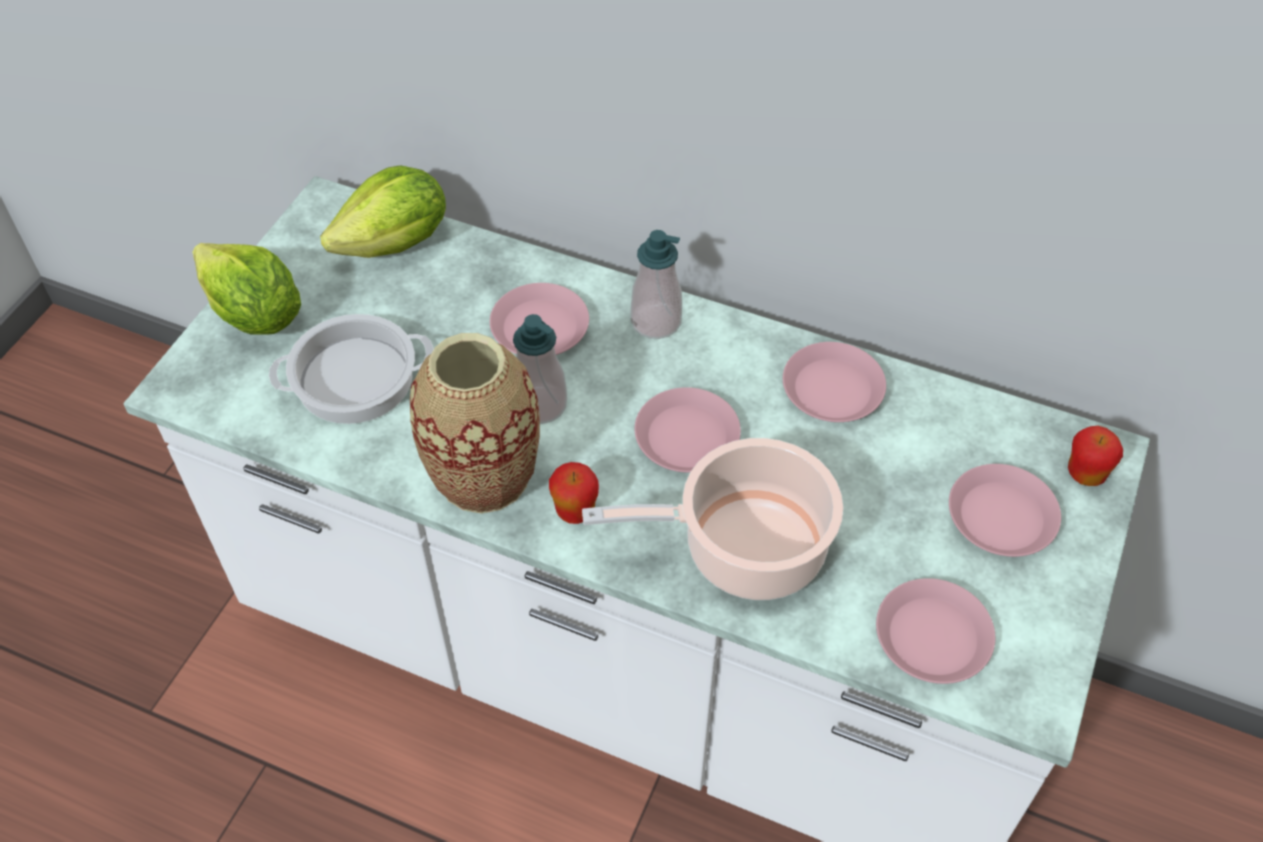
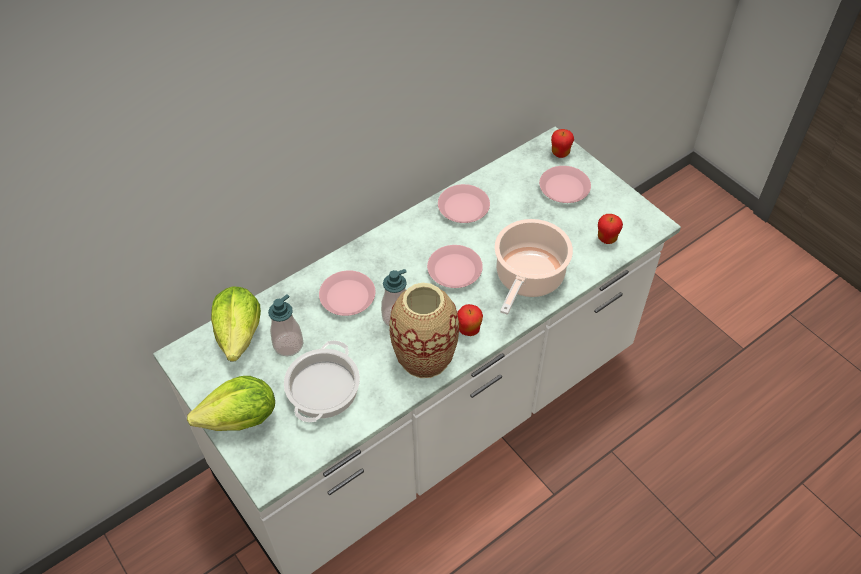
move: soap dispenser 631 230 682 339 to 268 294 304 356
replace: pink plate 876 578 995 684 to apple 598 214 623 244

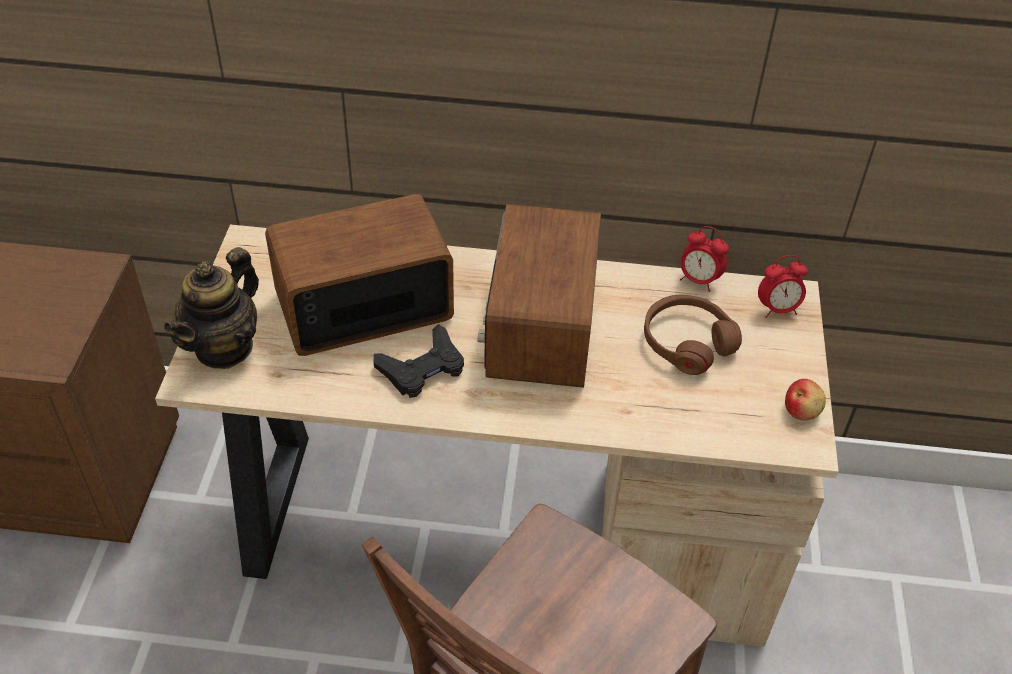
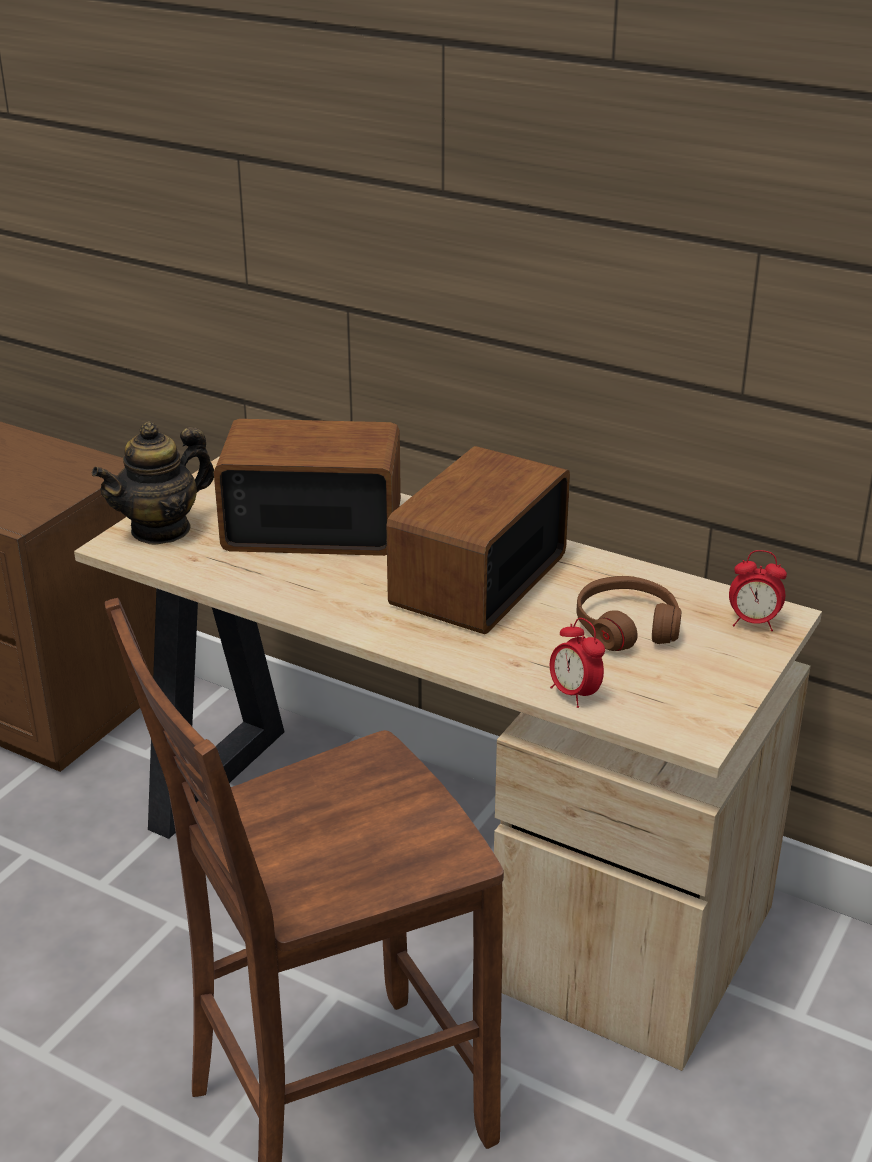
delete: black game controller 374 324 464 398; apple 785 379 826 420
move: alarm clock 680 226 729 292 to 550 618 605 708

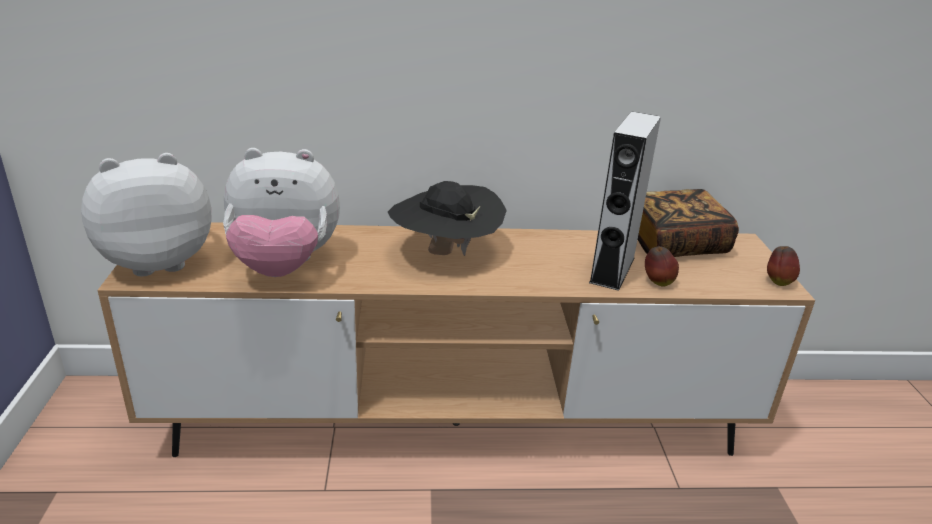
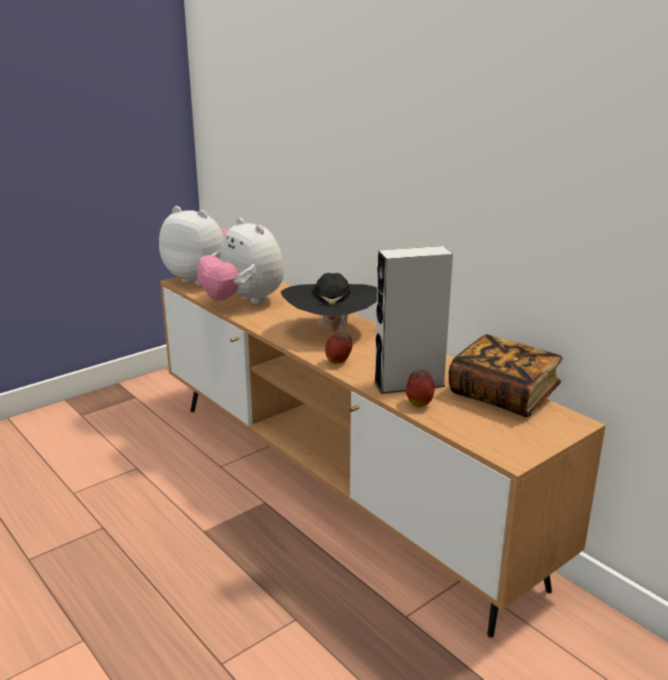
move: apple 767 246 800 286 to 325 332 352 364

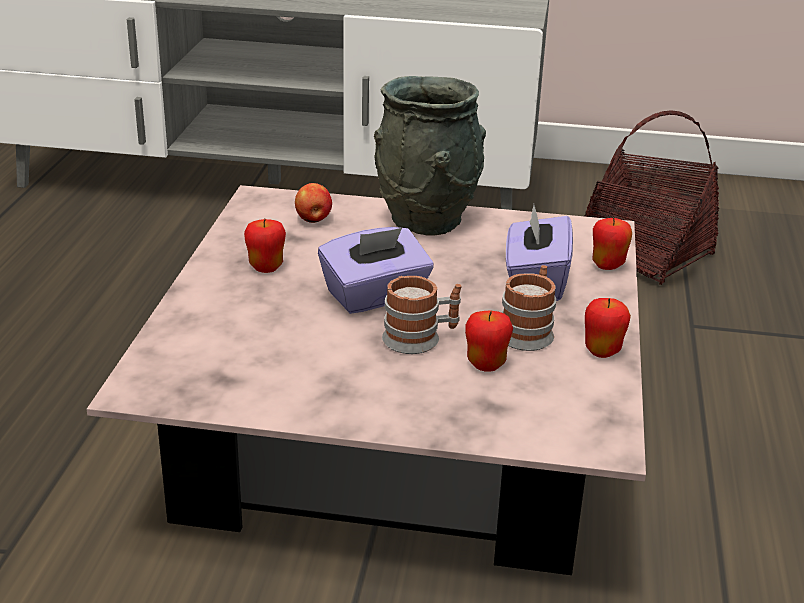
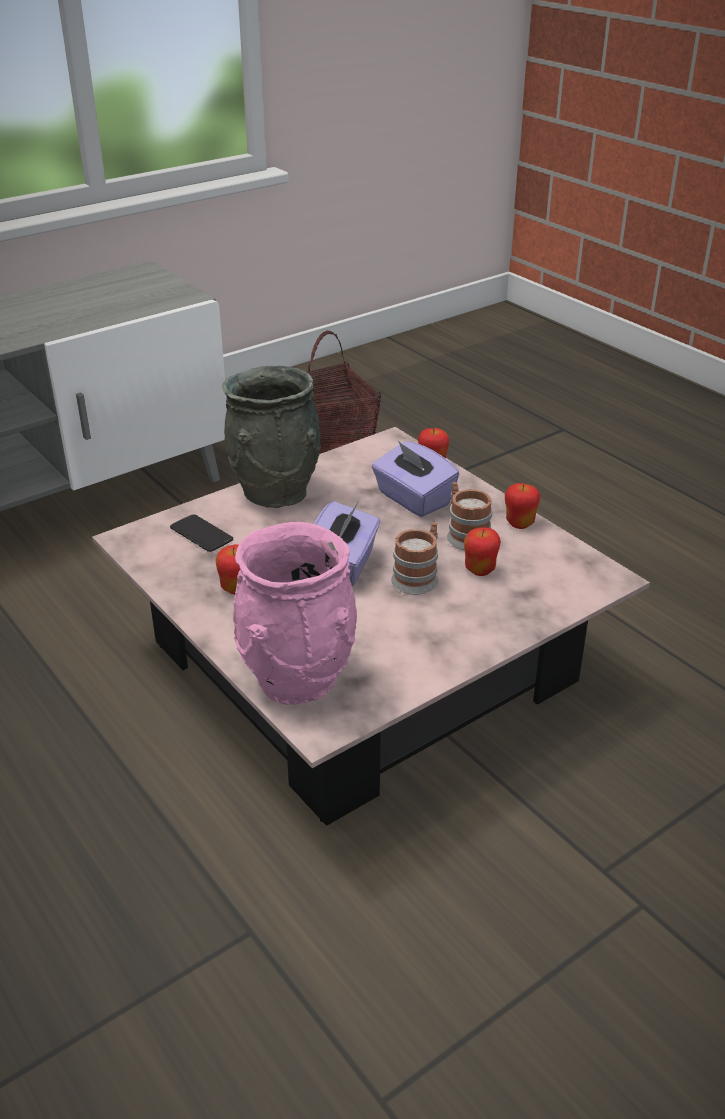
insert: pink vase 233 522 357 705
replace: apple 295 183 332 223 to phone 170 514 233 552

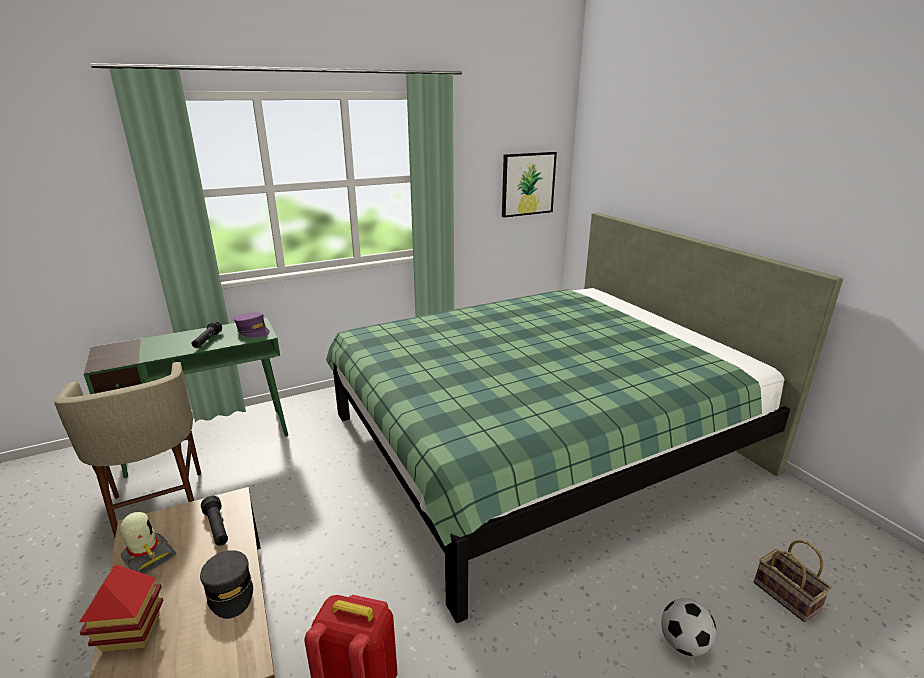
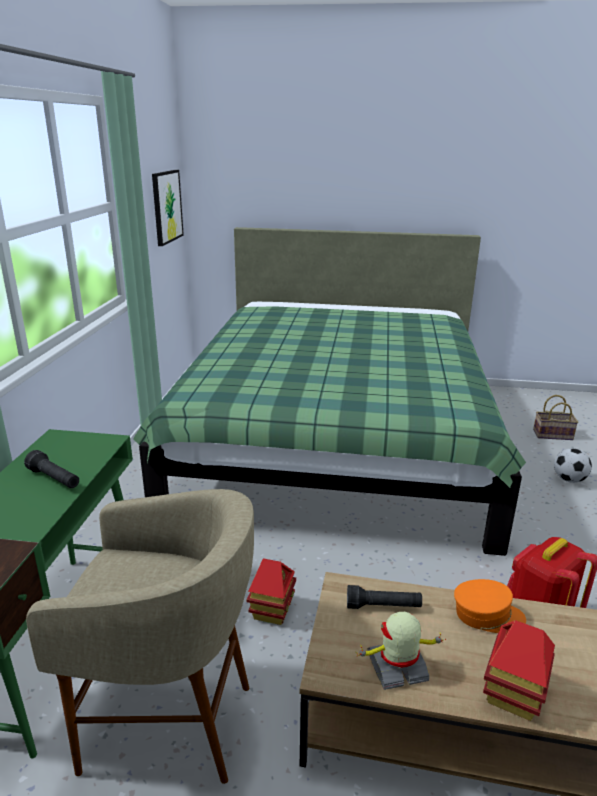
delete: purple cap 234 312 270 337
insert: toy house 247 558 296 625
recolor: grey cap 200 550 253 619 to orange cap 454 579 526 633

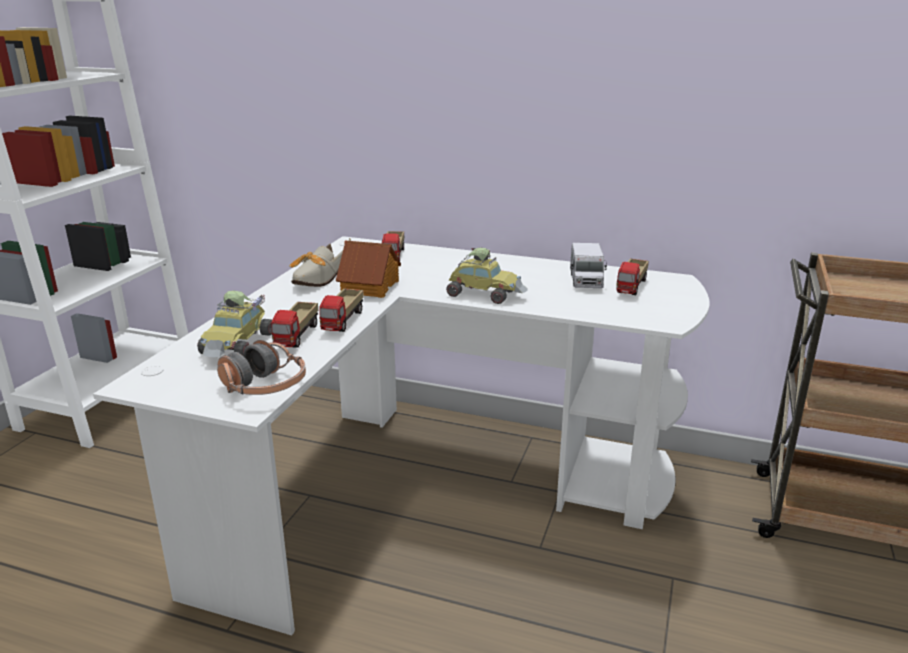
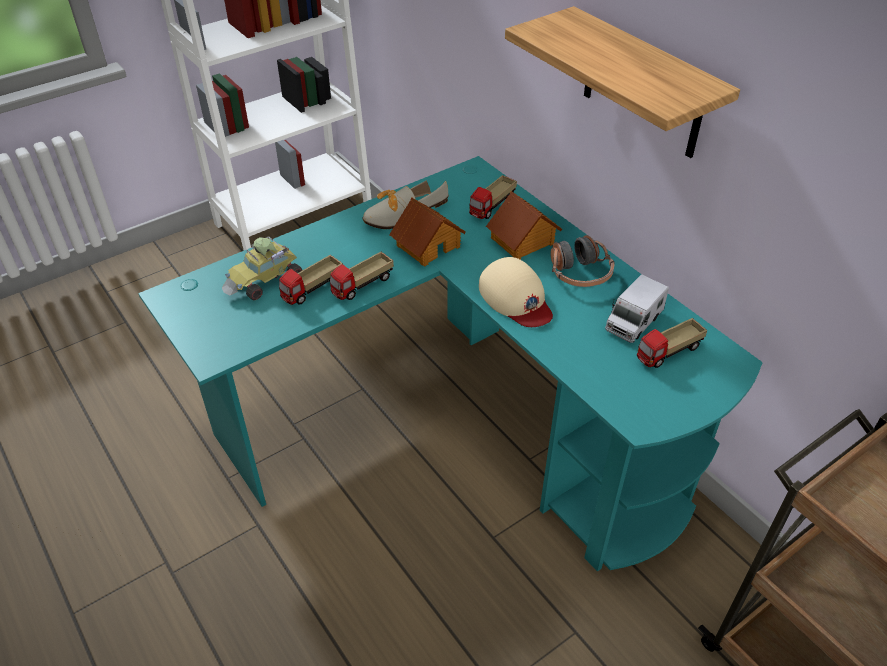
insert: shelf 505 6 740 158; toy house 486 191 562 259
move: headphones 217 340 306 395 to 550 235 615 287
replace: toy car 446 247 528 304 to beige cap 479 257 553 327
recolor: white desk 93 236 710 635 to turquoise desk 138 156 763 572

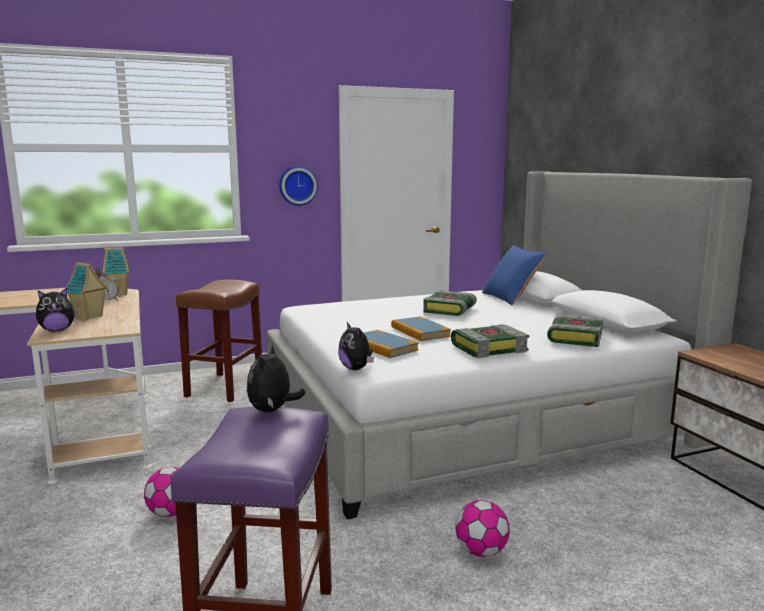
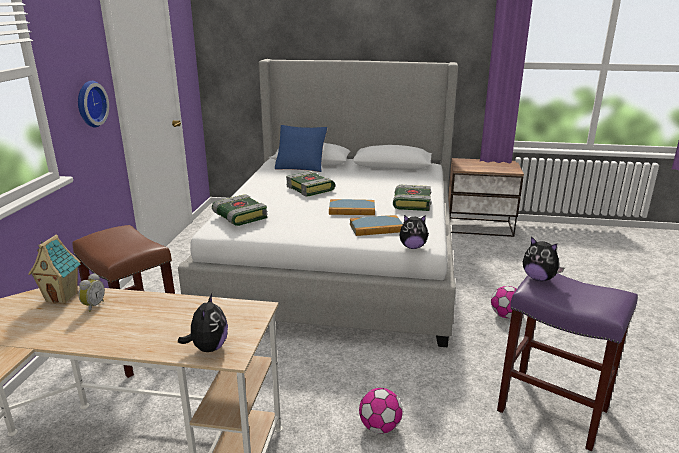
delete: toy house 66 262 108 320
move: book 547 314 603 347 to 212 194 267 226

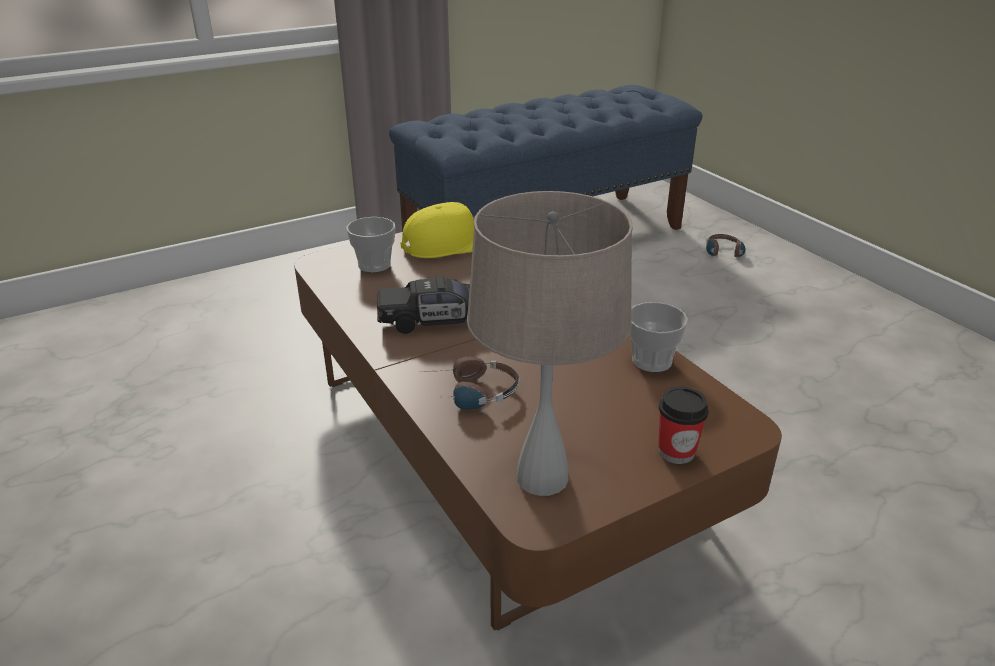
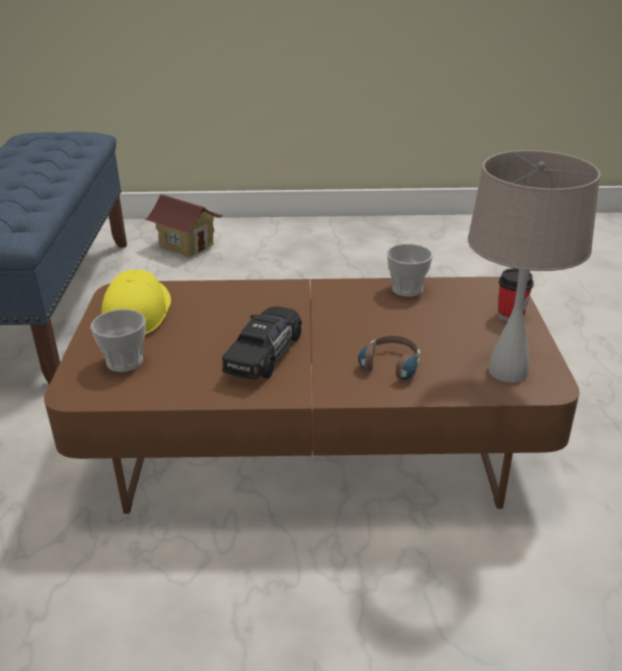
replace: headphones 706 234 746 257 to toy house 145 195 223 257

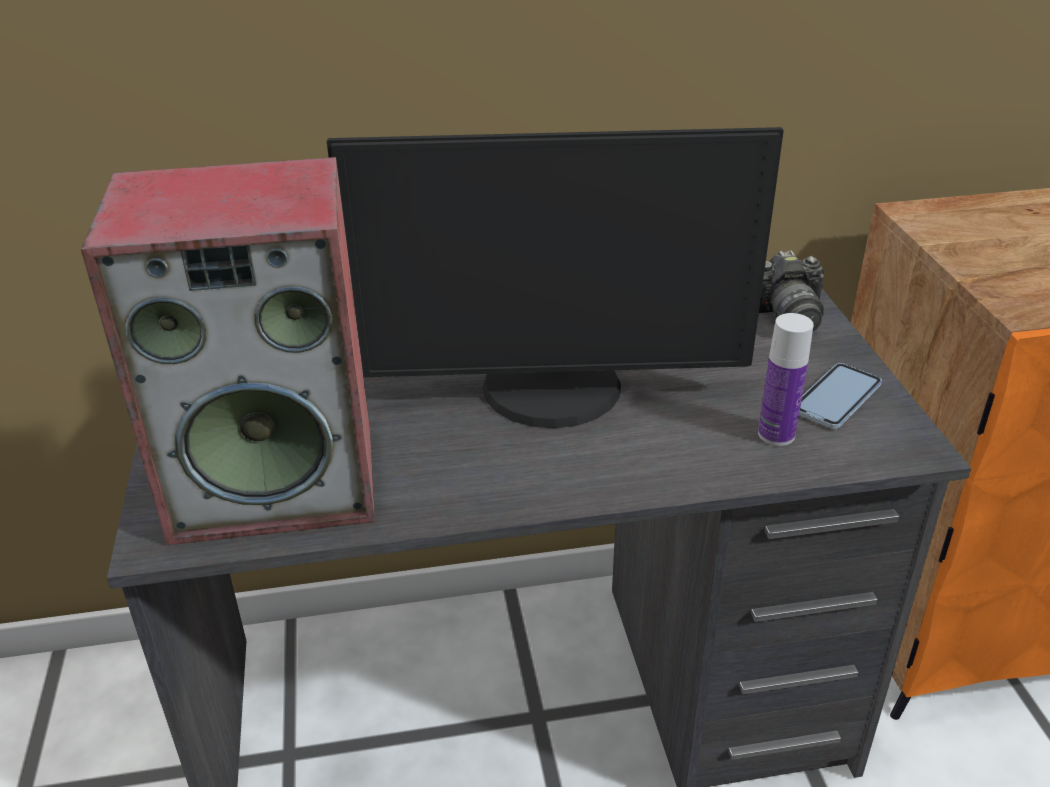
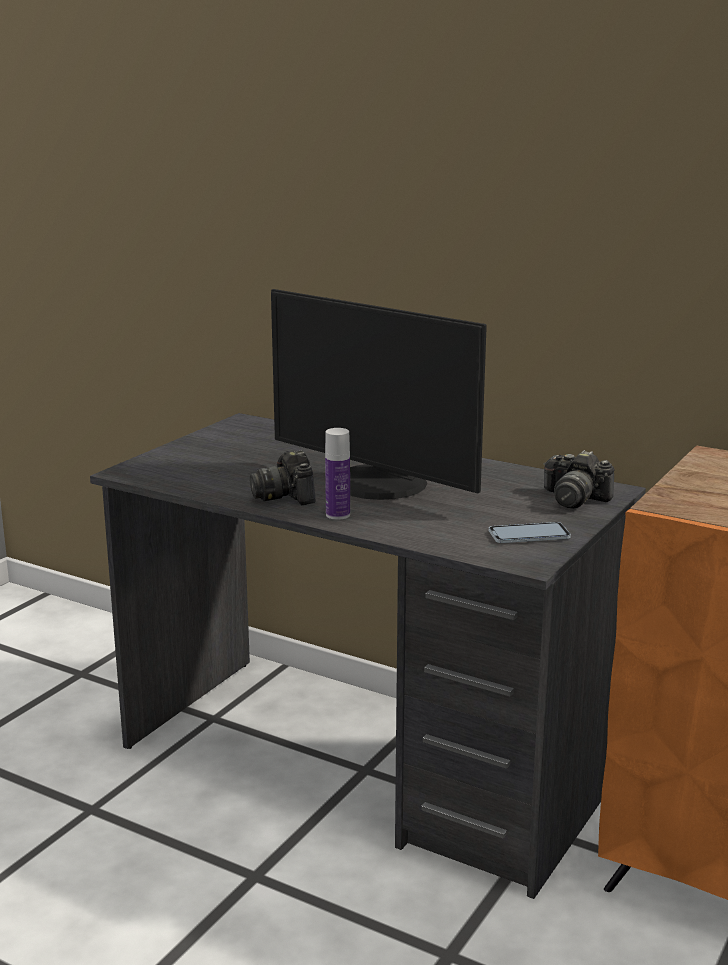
delete: speaker 81 157 375 545
insert: photo camera 250 450 316 505
move: bottle 758 313 814 446 to 325 428 350 520

